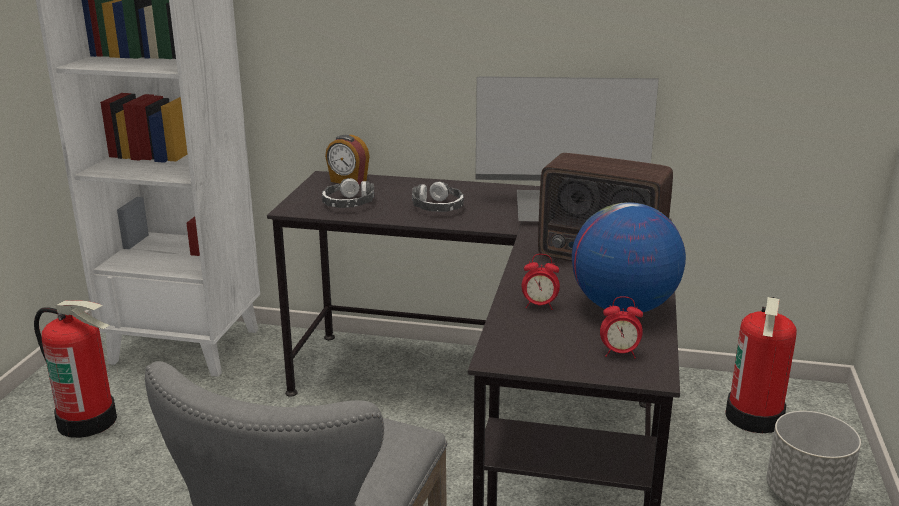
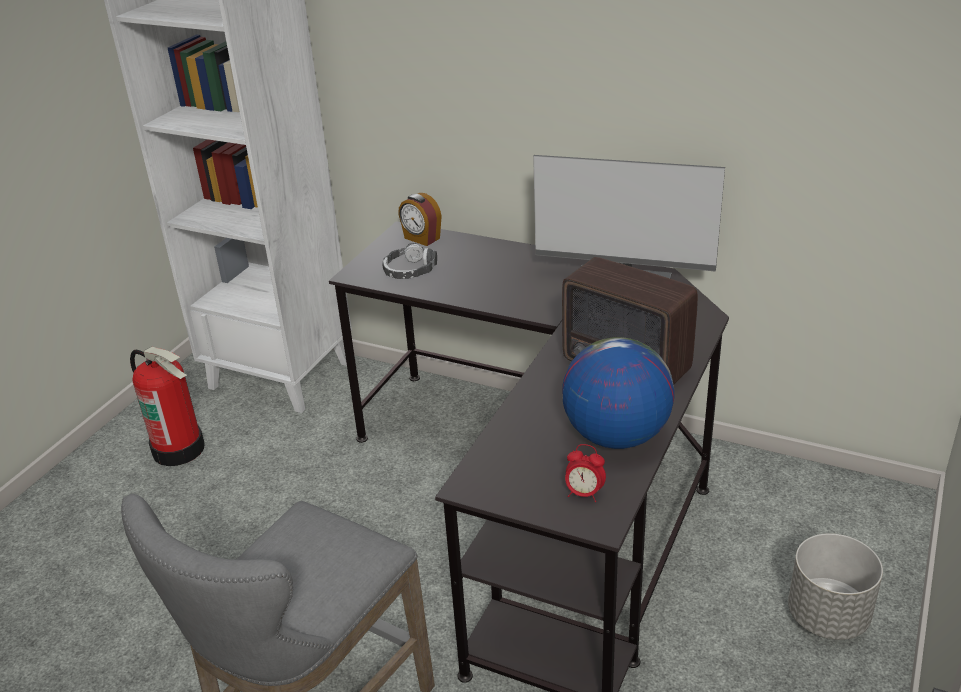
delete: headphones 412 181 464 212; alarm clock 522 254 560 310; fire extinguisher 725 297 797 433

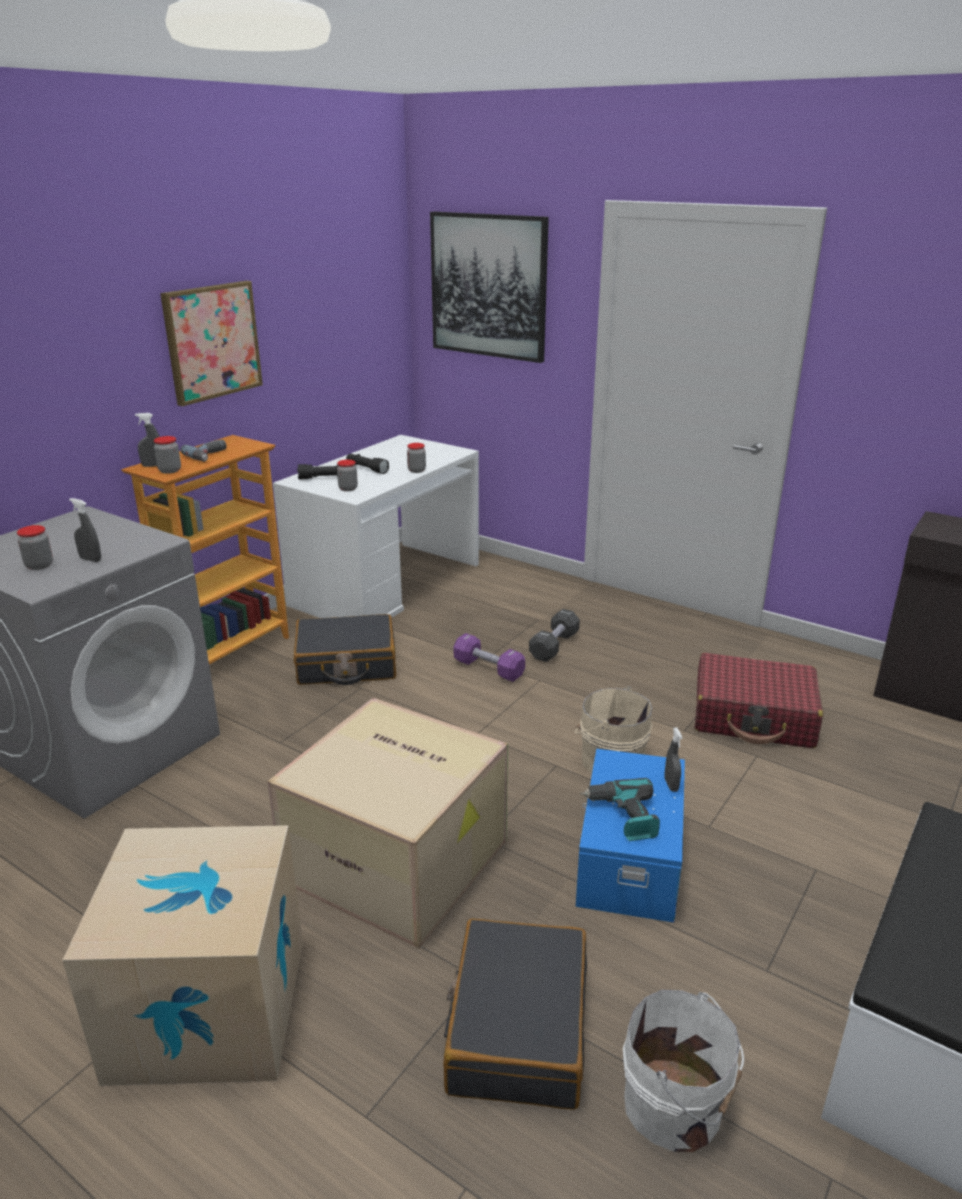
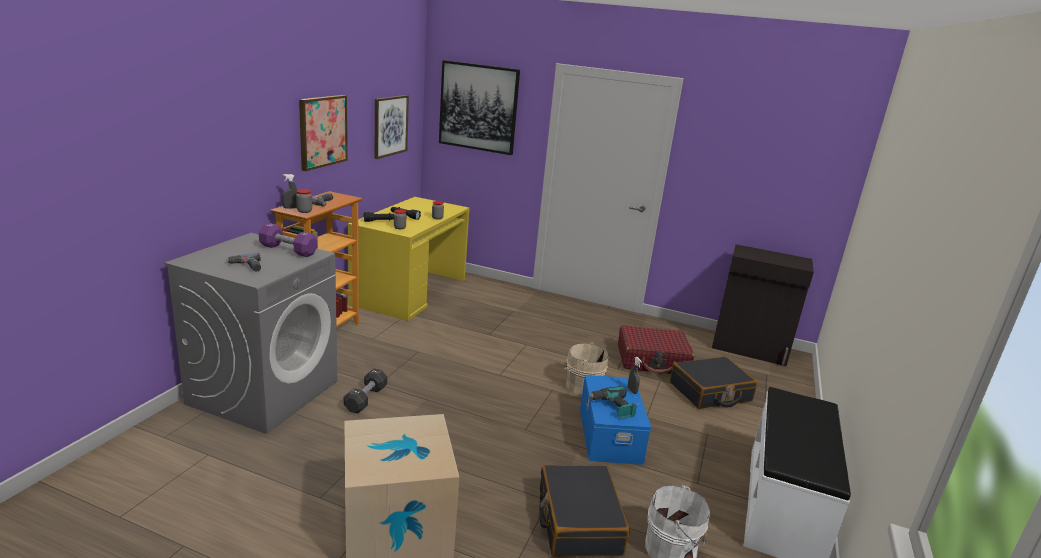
delete: grey spray bottle 69 498 101 562; cardboard box 267 698 508 948
insert: picture 374 95 409 159
move: black dumbbell 529 609 580 662 to 344 369 387 414; black suitcase 294 614 396 685 to 670 357 757 409; purple dumbbell 453 633 525 682 to 259 223 317 257
replace: jar 17 525 53 570 to power drill 226 253 261 272
recolor: white desk 273 435 479 618 to yellow desk 348 197 470 321

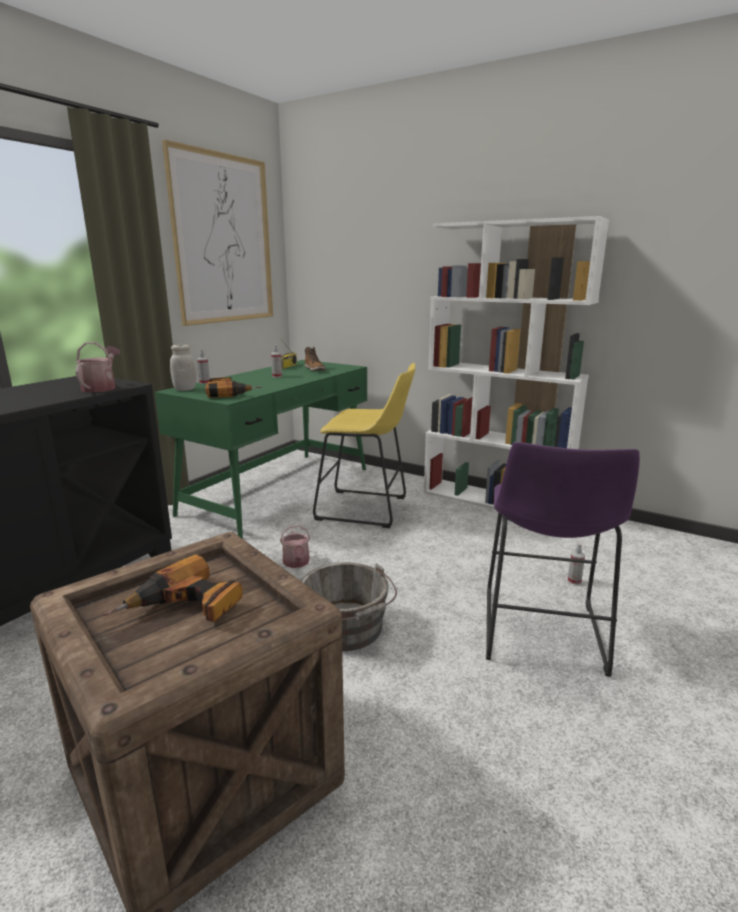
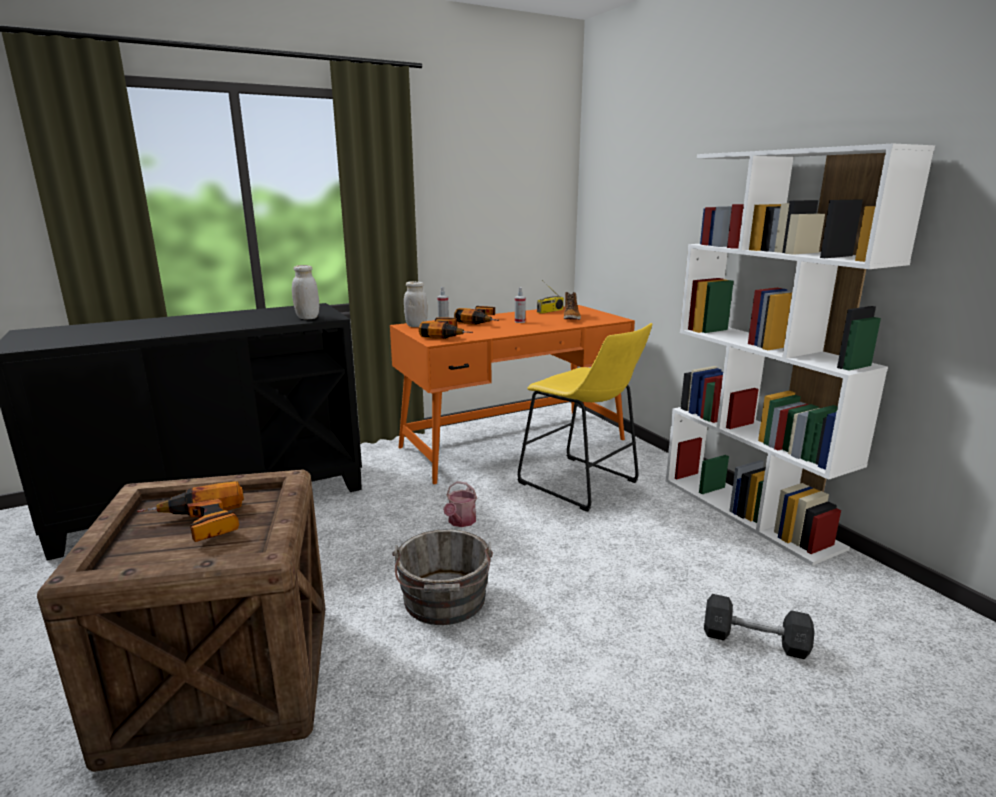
delete: picture 162 139 273 326; purple stool 486 442 640 677
insert: power drill 454 306 499 325
replace: watering can 75 342 120 392 to white jar 292 265 319 319; spray bottle 567 543 585 585 to grey dumbbell 704 594 814 659
recolor: green desk 155 360 367 539 to orange desk 390 305 635 484

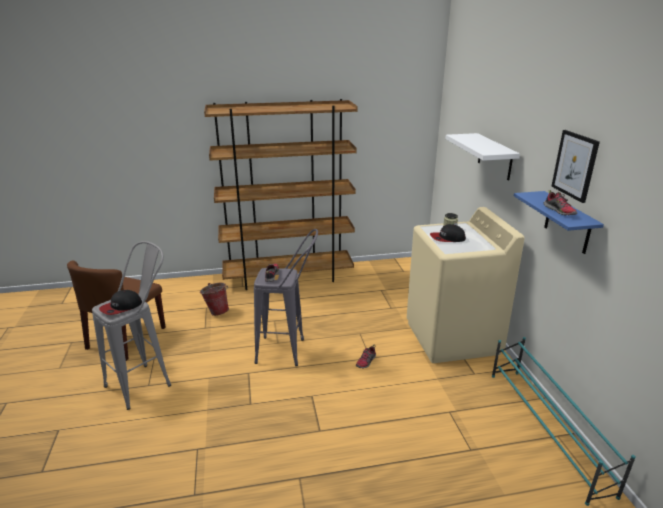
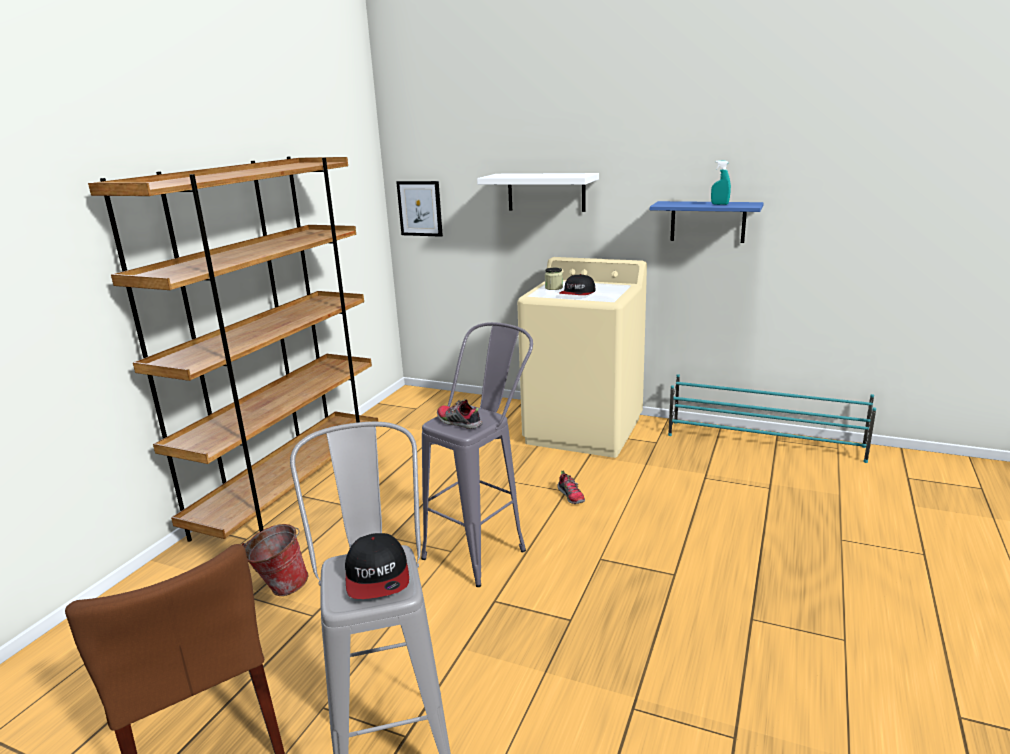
move: picture 551 130 600 203 to 396 181 443 237
replace: shoe 544 190 577 215 to turquoise spray bottle 711 160 731 205

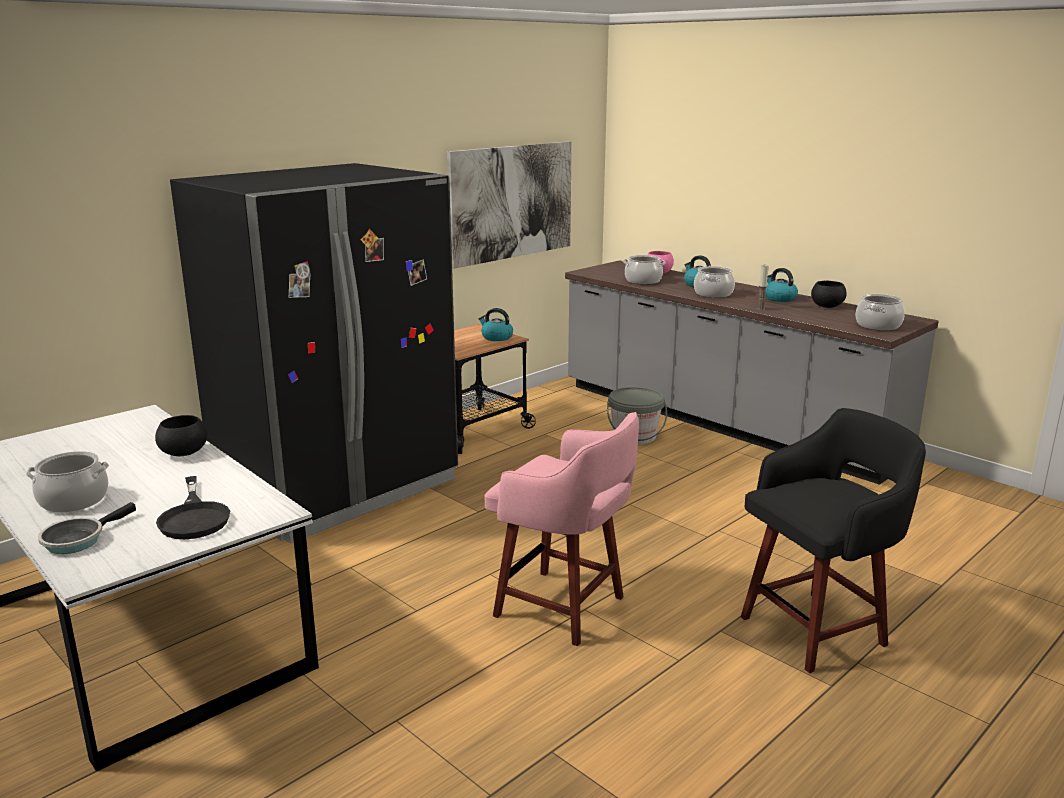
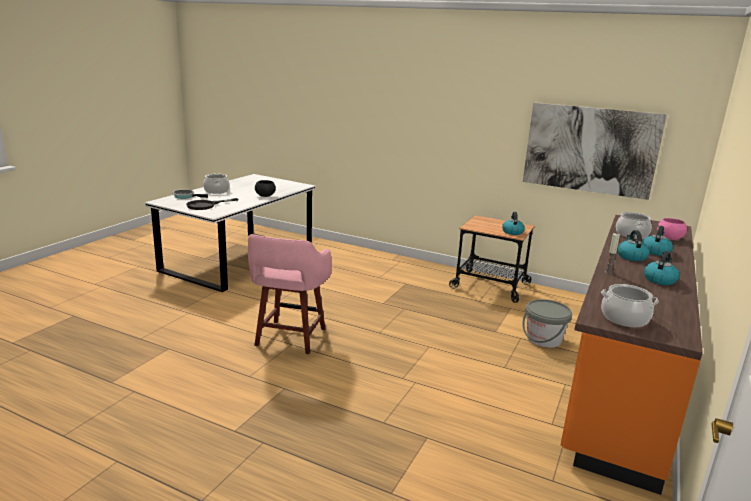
delete: black fridge 170 163 458 543; black bowl 811 281 847 308; black stool 741 408 926 673
replace: cooking pot 694 266 735 298 to kettle 618 230 649 261
recolor: grey counter 565 260 939 485 to orange counter 560 215 703 495

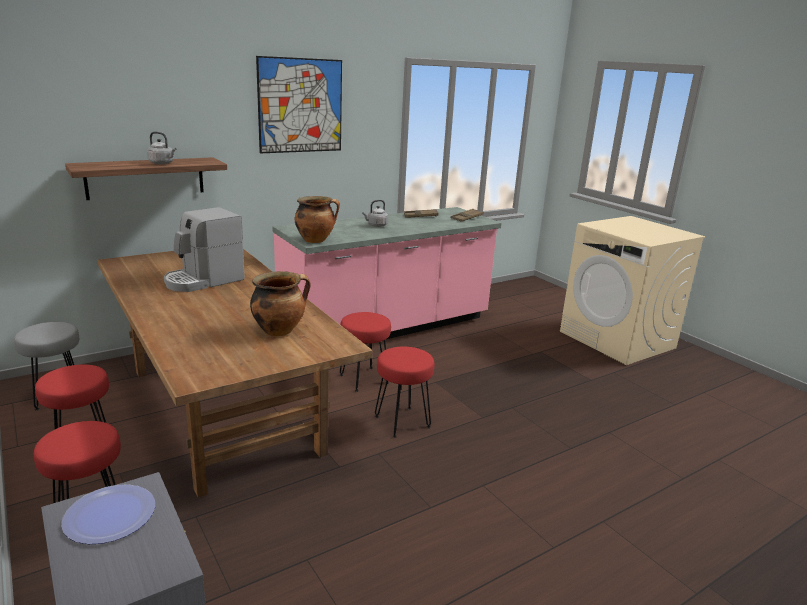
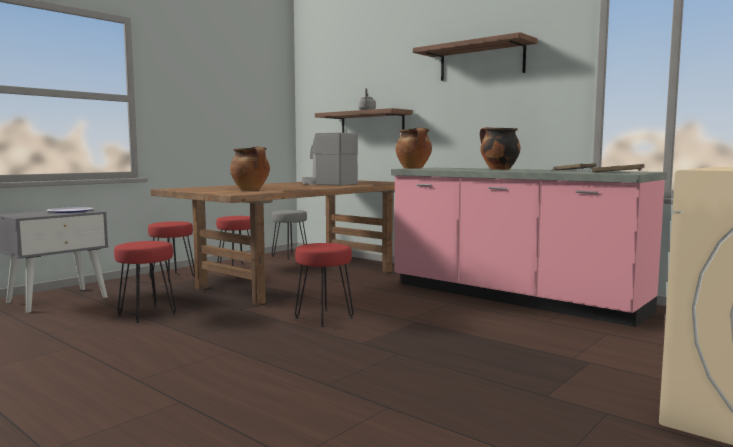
move: red stool 340 312 391 392 to 114 241 176 323
replace: picture 256 56 342 153 to shelf 413 32 538 81; grey kettle 362 200 388 227 to cooking pot 480 127 520 170

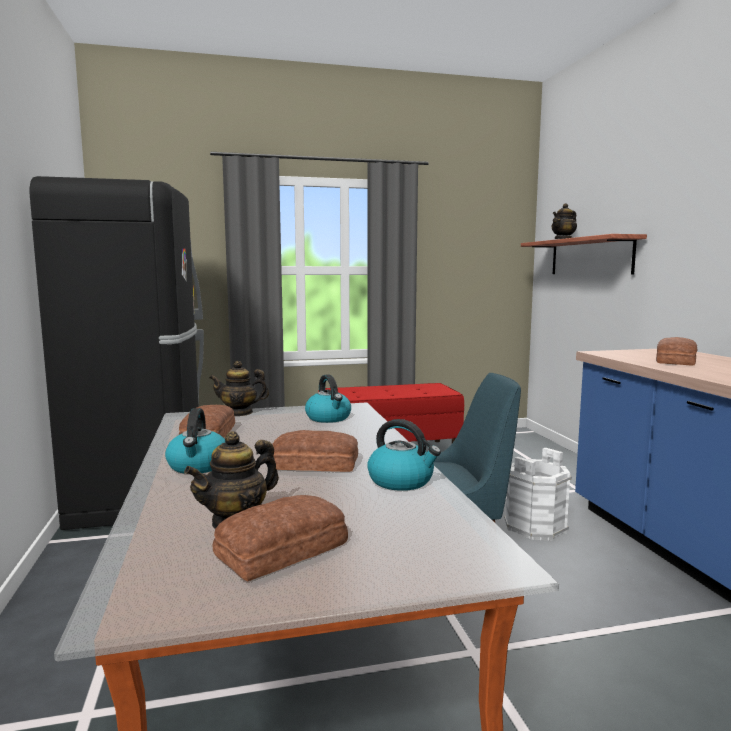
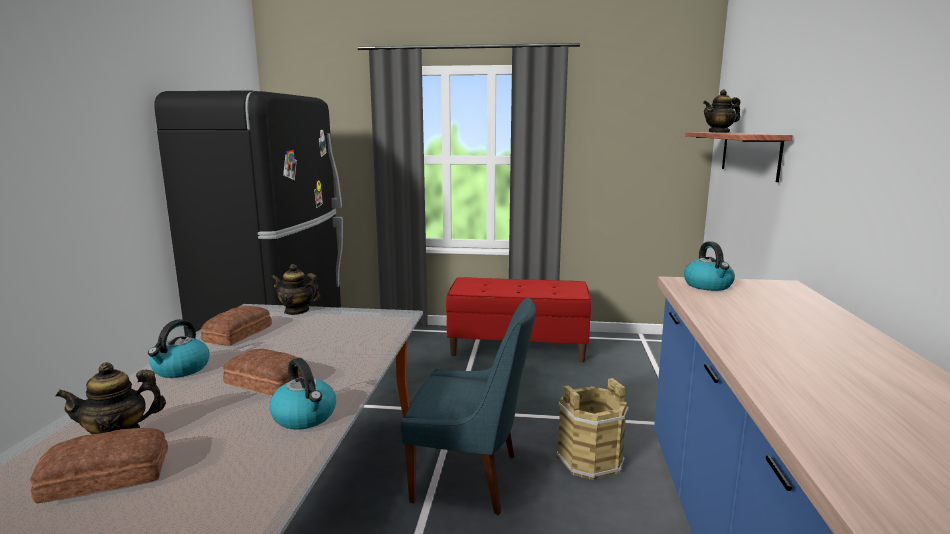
delete: bread 656 337 698 366
move: kettle 305 374 351 423 to 684 241 735 291
recolor: white bucket 504 448 572 541 to brown bucket 557 378 629 480

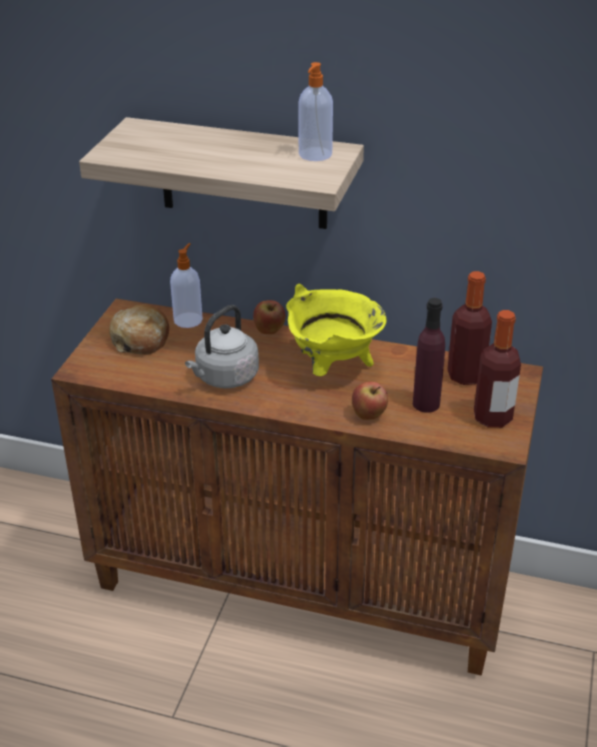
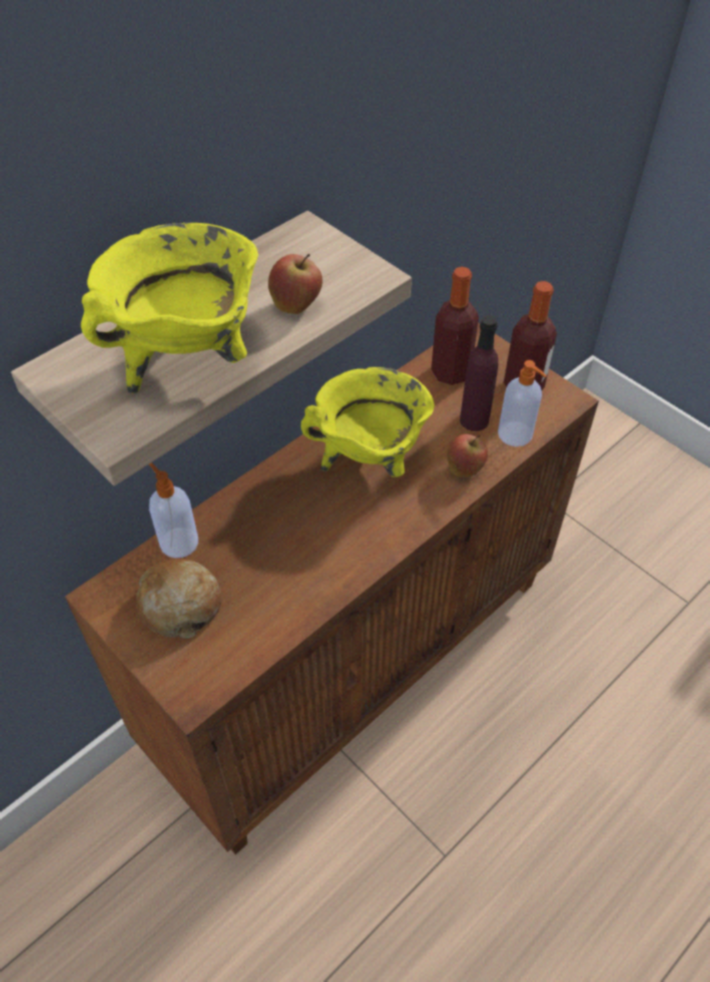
delete: grey kettle 185 305 259 388
insert: yellow cooking pot 81 223 258 393
move: soap dispenser 298 62 333 161 to 498 360 547 447; apple 253 300 286 334 to 268 254 323 314

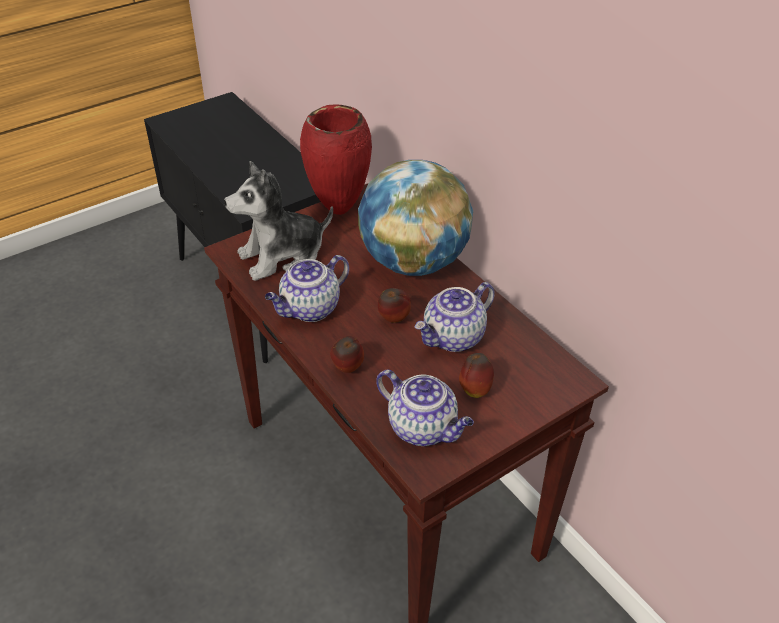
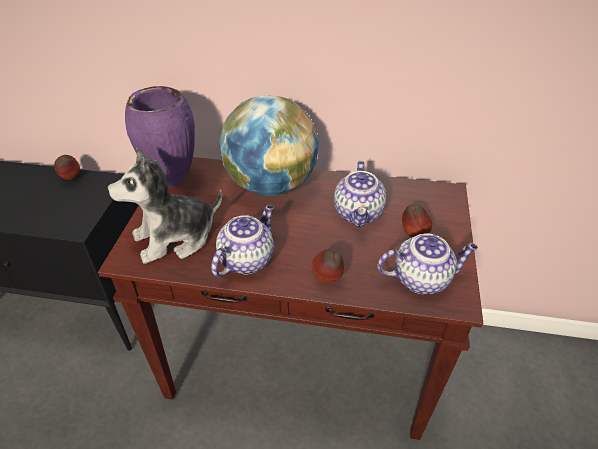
move: apple 378 288 411 323 to 54 155 80 180
recolor: red vase 300 104 372 215 to purple vase 125 86 195 187
rotate: plush toy 224 161 333 281 = 107 148 223 264 45 degrees clockwise; teapot 265 255 349 322 = 211 205 274 277 150 degrees counterclockwise

